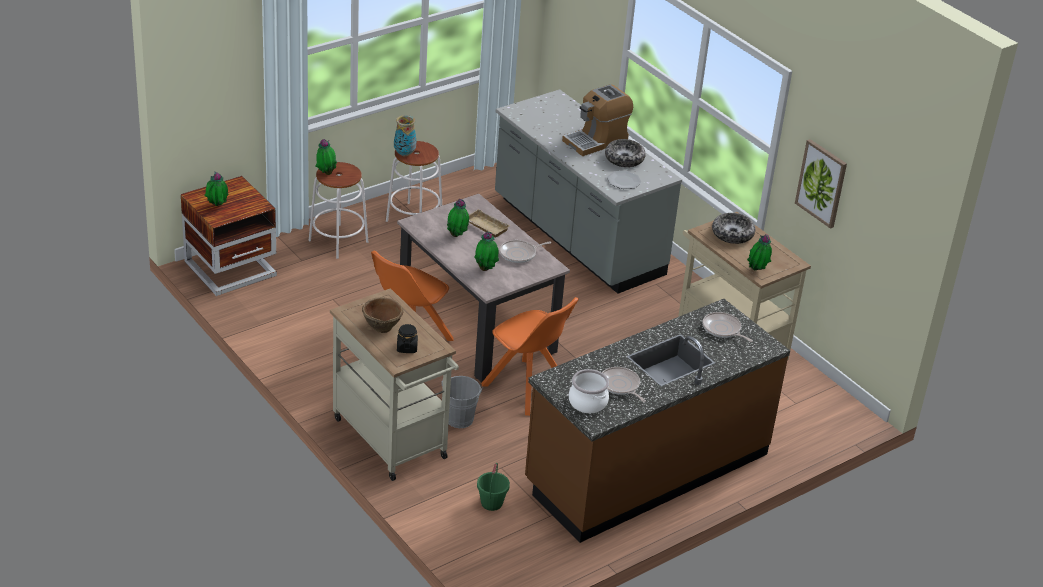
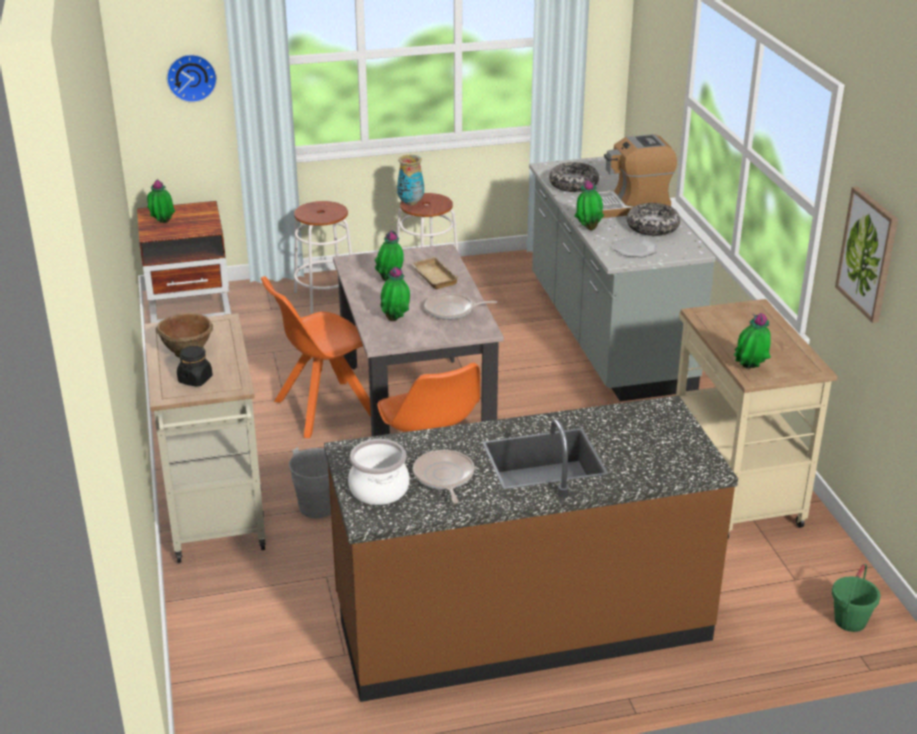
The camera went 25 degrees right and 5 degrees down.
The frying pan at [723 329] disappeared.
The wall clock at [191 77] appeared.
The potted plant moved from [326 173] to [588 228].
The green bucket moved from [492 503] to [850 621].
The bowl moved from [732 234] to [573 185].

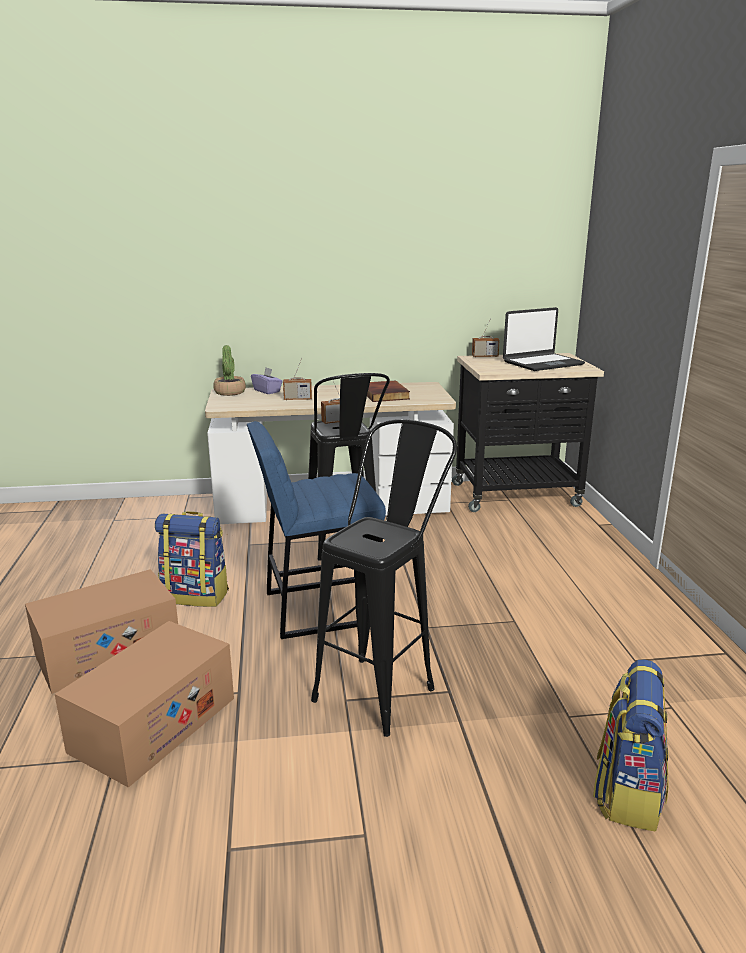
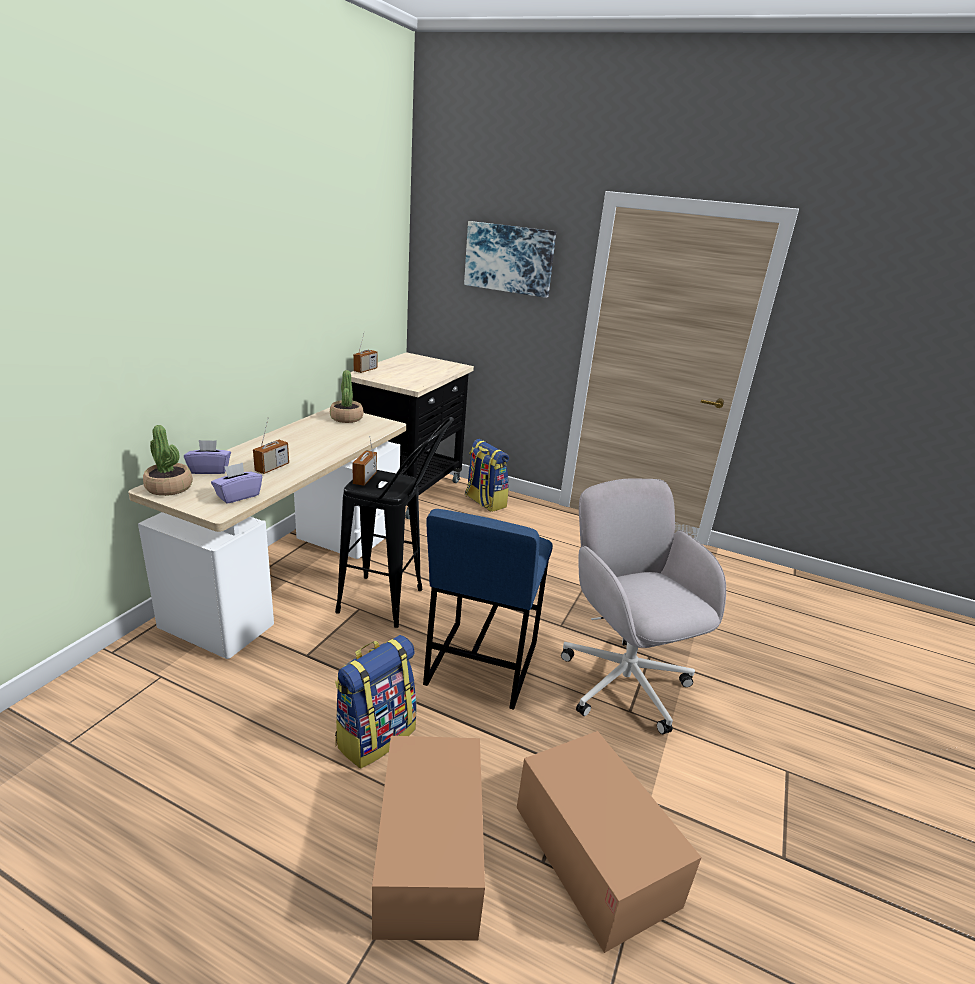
The camera went 60 degrees left and 5 degrees up.
The book at [385 394] disappeared.
The laptop at [542 363] disappeared.
The purple tissue box at [238 496] appeared.
The potted plant at [346 418] appeared.
The picture at [509 258] appeared.
The backpack moved from [627 792] to [484 502].
The black stool at [384 685] was replaced by the grey office chair at [623 683].

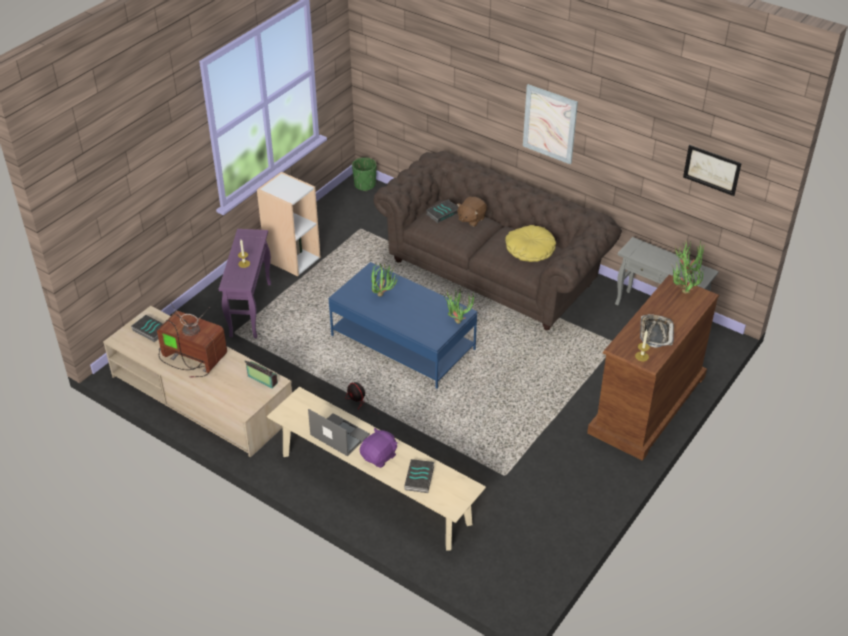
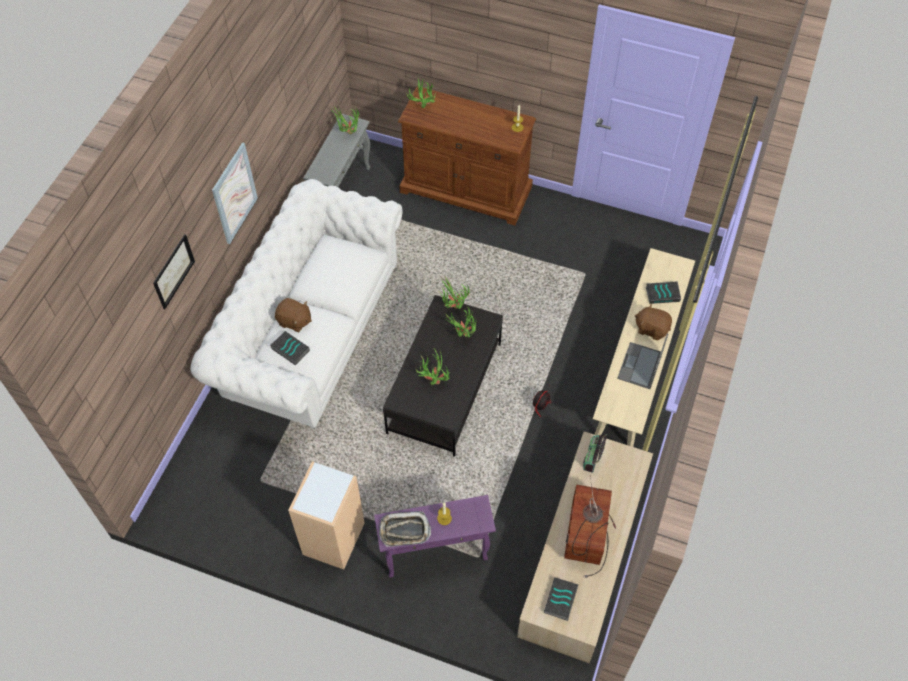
The camera went 105 degrees left and 15 degrees up.
The green planter at [365 185] disappeared.
The yellow pillow at [530 250] disappeared.
The potted plant at [463 336] appeared.
The tray moved from [655 333] to [404 531].
The picture moved from [712 170] to [173 271].
The blue coffee table at [403 342] became the black coffee table at [444 388].
The purple plush toy at [379 456] became the brown plush toy at [652 328].
The brown sofa at [494 270] became the white sofa at [308 331].

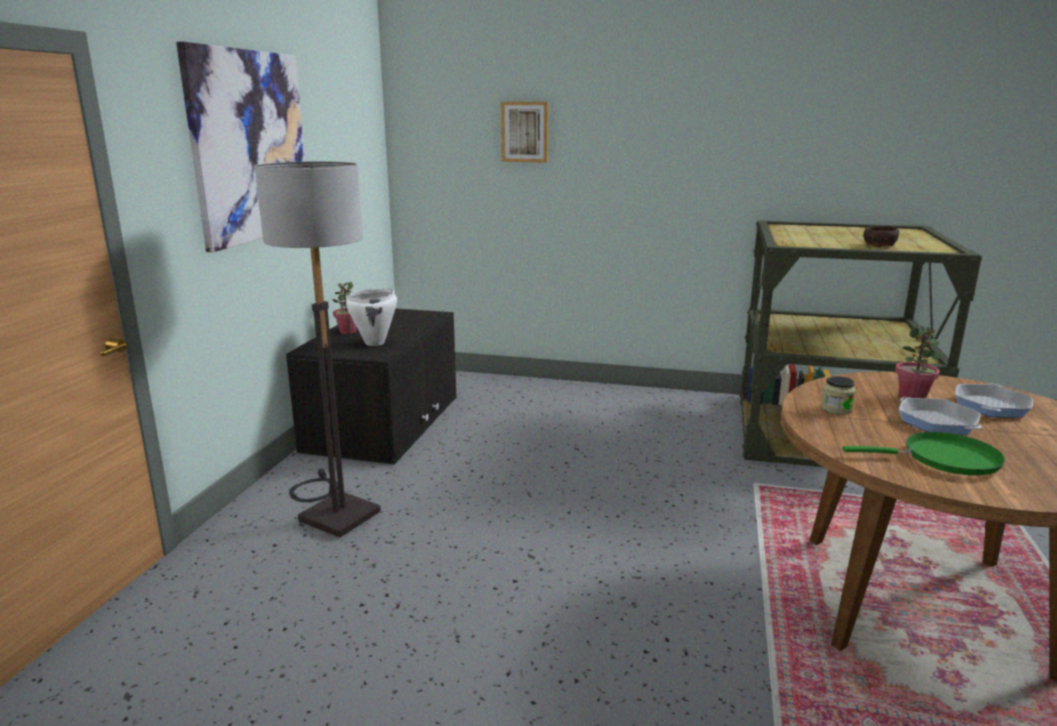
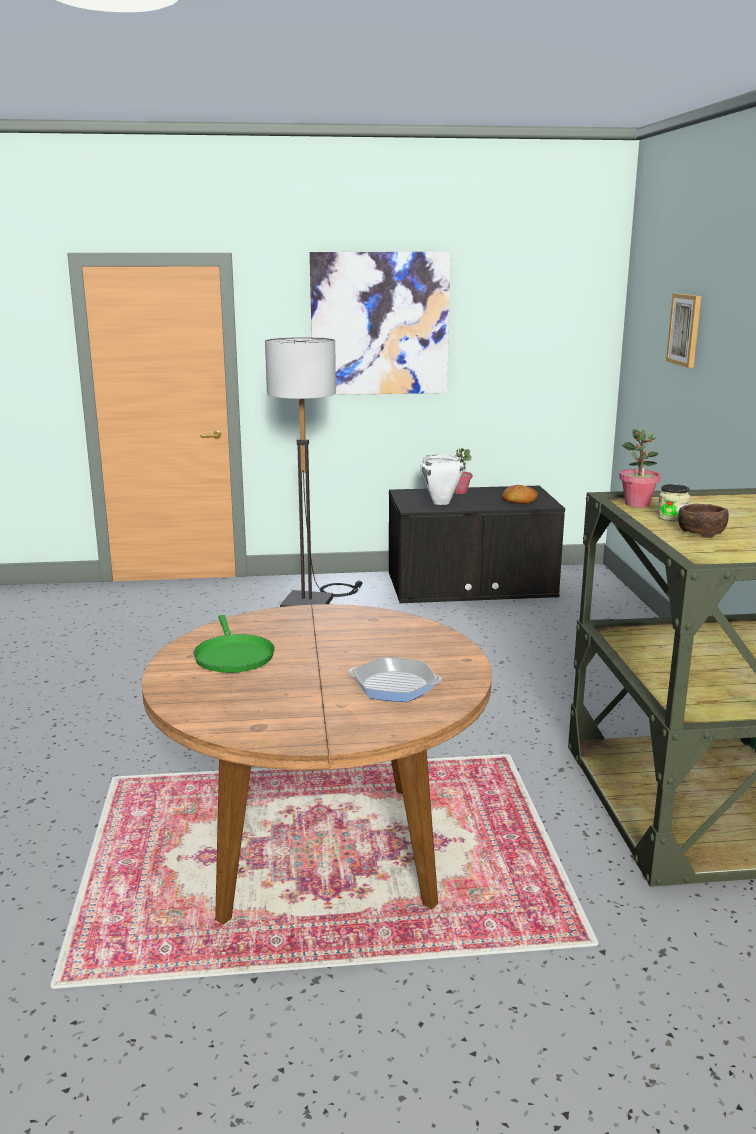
The camera went 70 degrees right and 0 degrees up.
The frying pan at [937 422] disappeared.
The bread at [519 501] appeared.
The jar moved from [836 409] to [672 517].
The potted plant moved from [912 397] to [637 504].

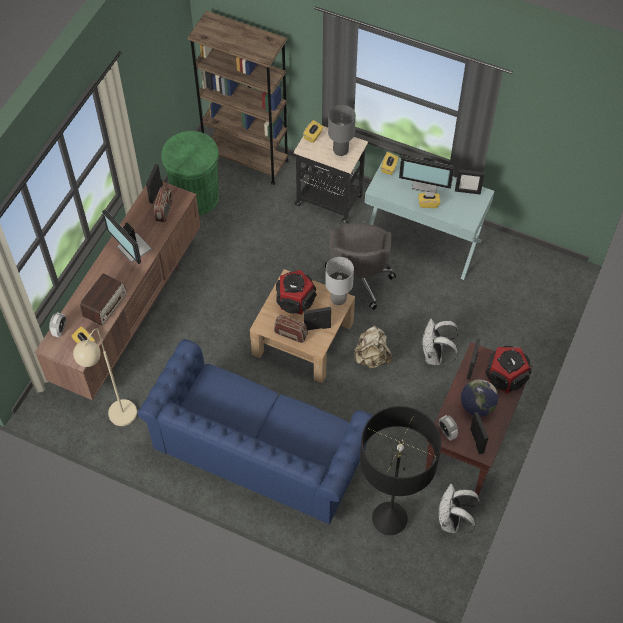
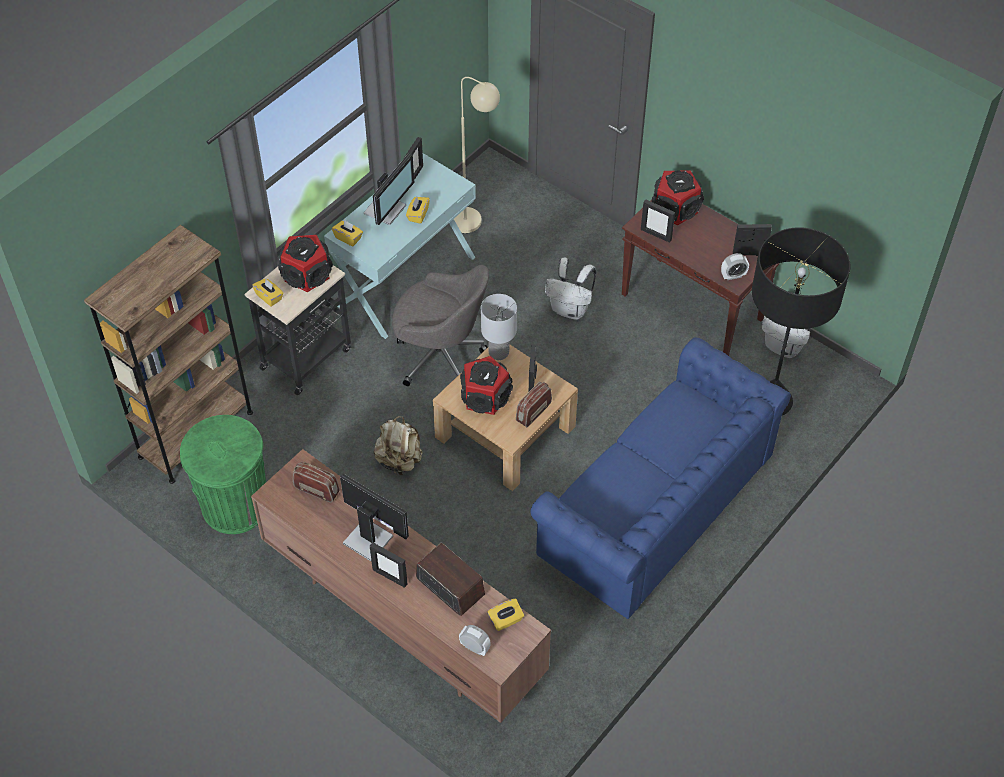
The camera went 75 degrees left and 5 degrees down.
The globe at [477 406] disappeared.
The beige floor lamp moved from [119 421] to [473 226].
The picture frame moved from [156 193] to [390 576].
The beige backpack moved from [372 357] to [399 460].
The grey table lamp at [340 151] was replaced by the speaker at [307 275].
The monitor at [133 249] turned 120 degrees counterclockwise.

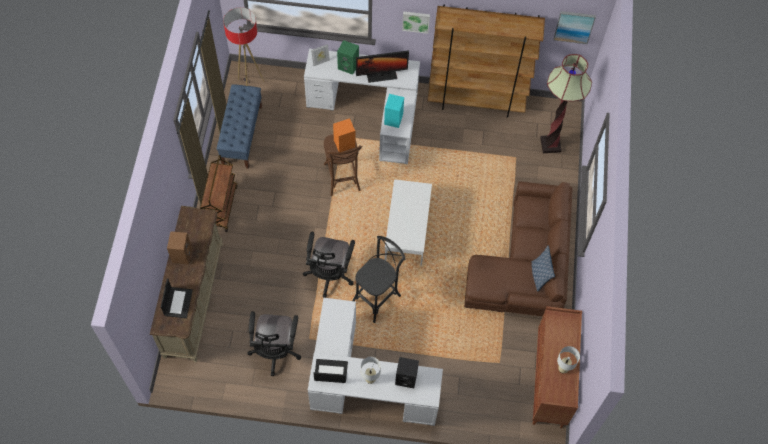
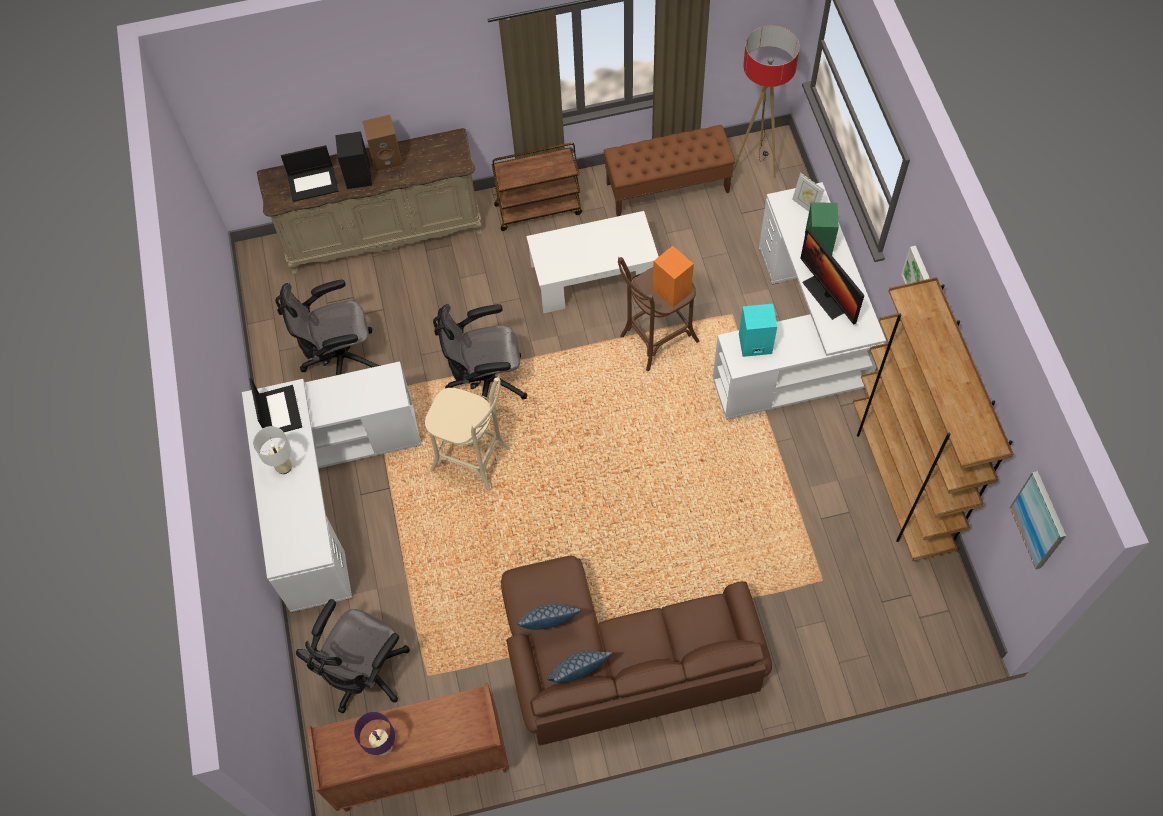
The camera went 75 degrees right and 0 degrees up.
The floor lamp at [550 145] disappeared.
The office chair at [366 671] appeared.
The pillow at [549 625] appeared.
The white coffee table moved from [407 230] to [593 277].
The black speaker moved from [406 378] to [359 176].
The blue bench at [242 135] became the brown bench at [668 187].
The black stool at [378 297] became the beige stool at [474 461].
The white table lamp at [563 368] became the purple table lamp at [384 746].

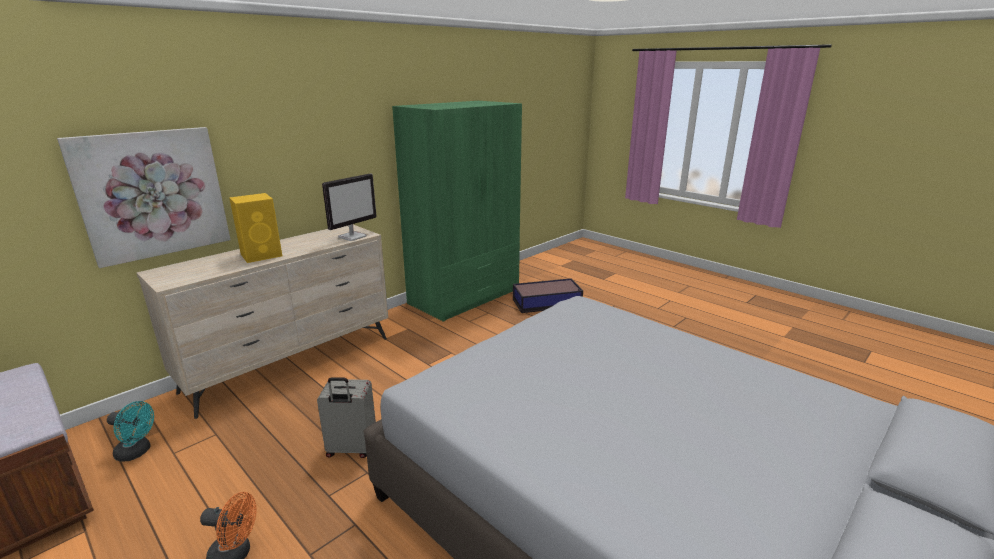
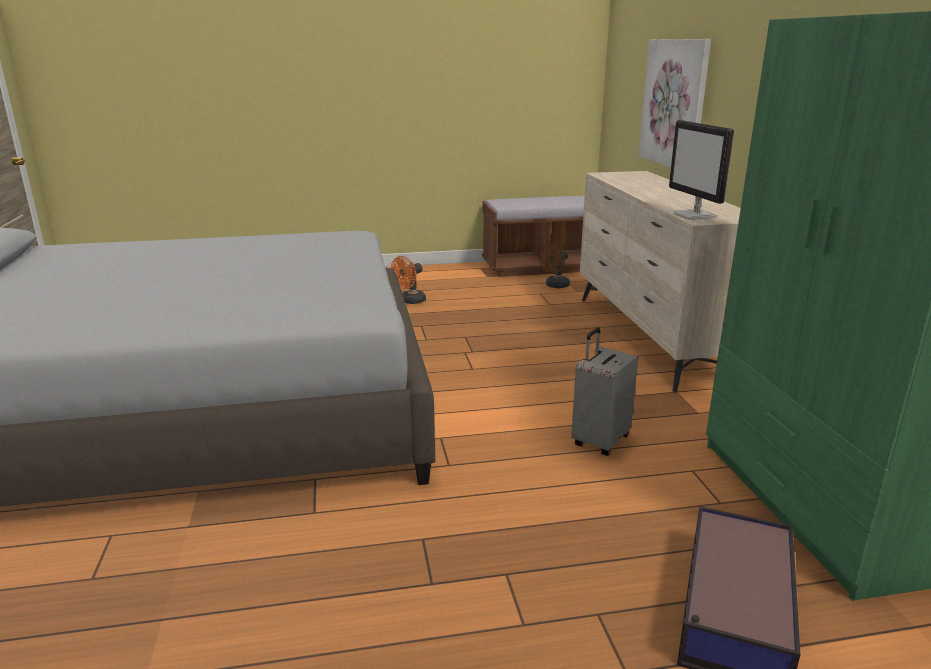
The camera went 125 degrees right and 0 degrees up.
The yellow speaker at [262 255] disappeared.
The grey suitcase moved from [351 449] to [599 441].
The turquoise fan at [137 452] became the brown fan at [554 286].

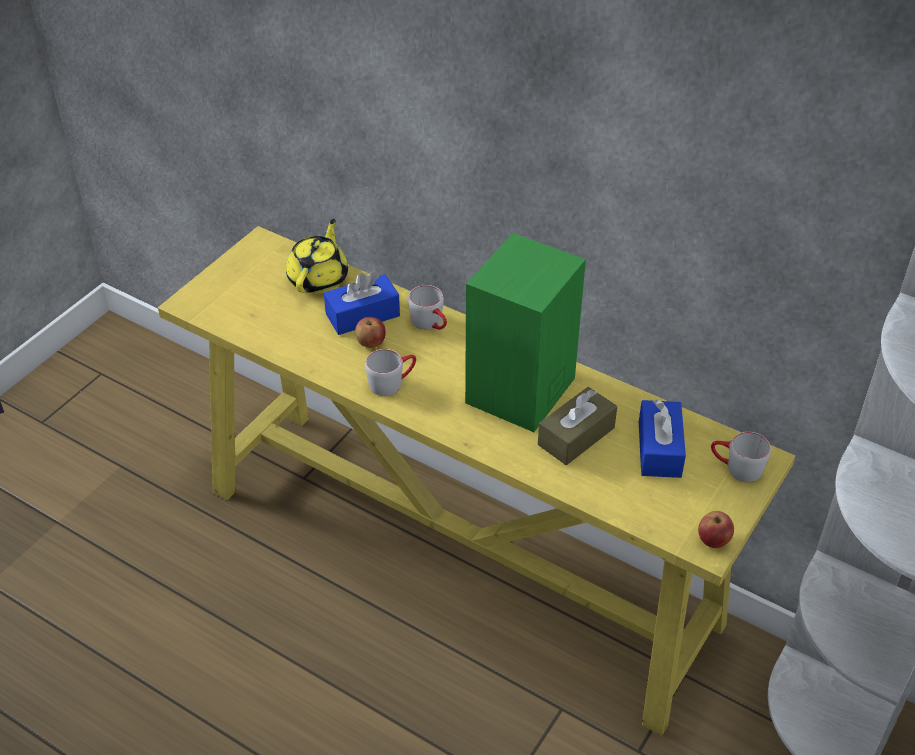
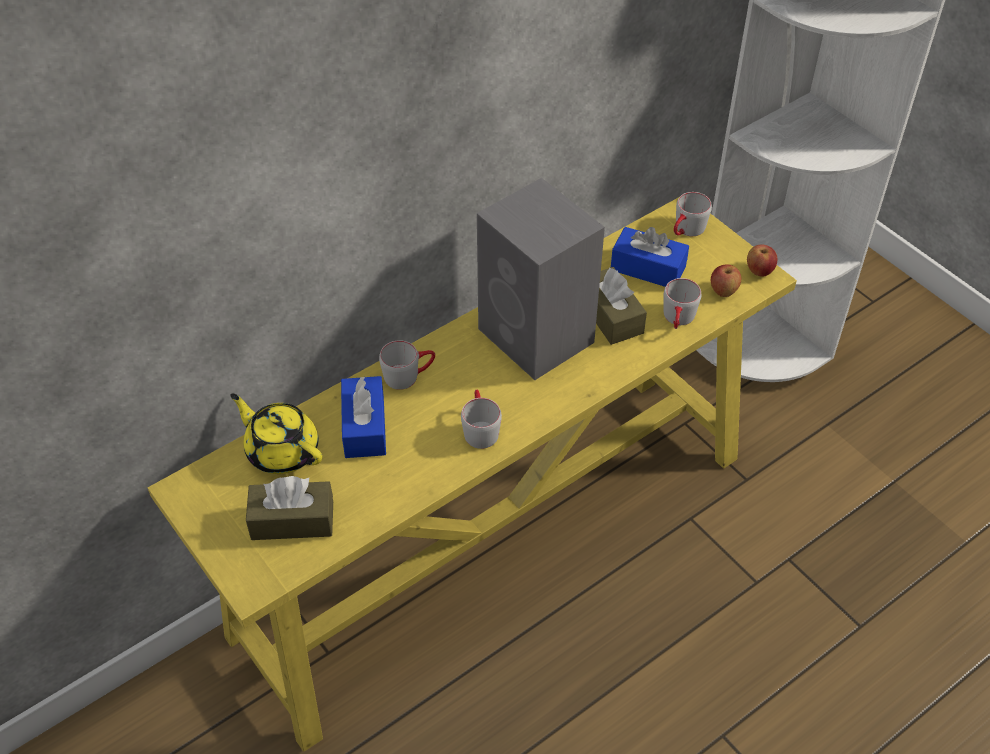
The camera went 70 degrees left and 5 degrees up.
The brown tissue box at [292 520] appeared.
The grey mug at [678 320] appeared.
The apple moved from [371 343] to [723 291].
The green speaker at [519 392] became the grey speaker at [537 337].

